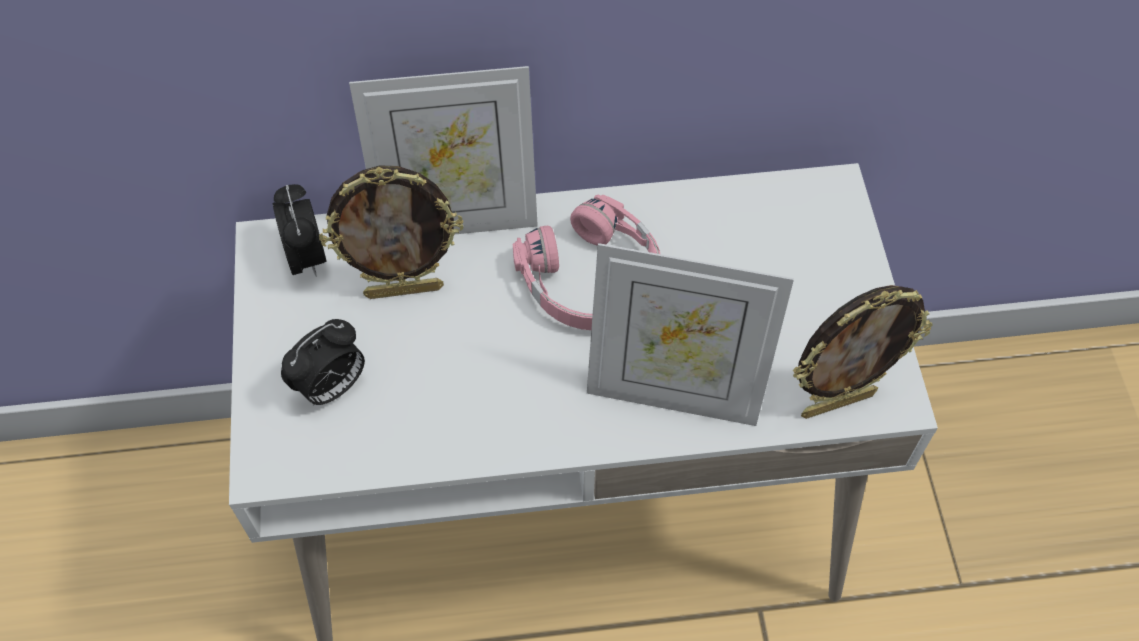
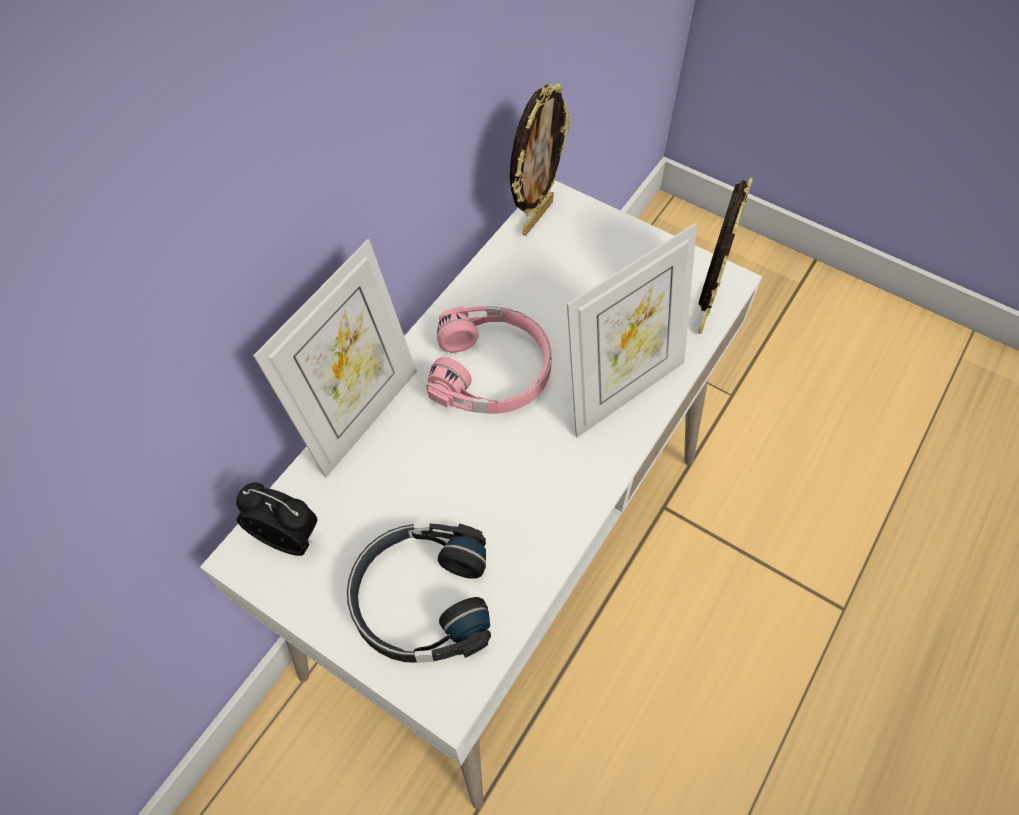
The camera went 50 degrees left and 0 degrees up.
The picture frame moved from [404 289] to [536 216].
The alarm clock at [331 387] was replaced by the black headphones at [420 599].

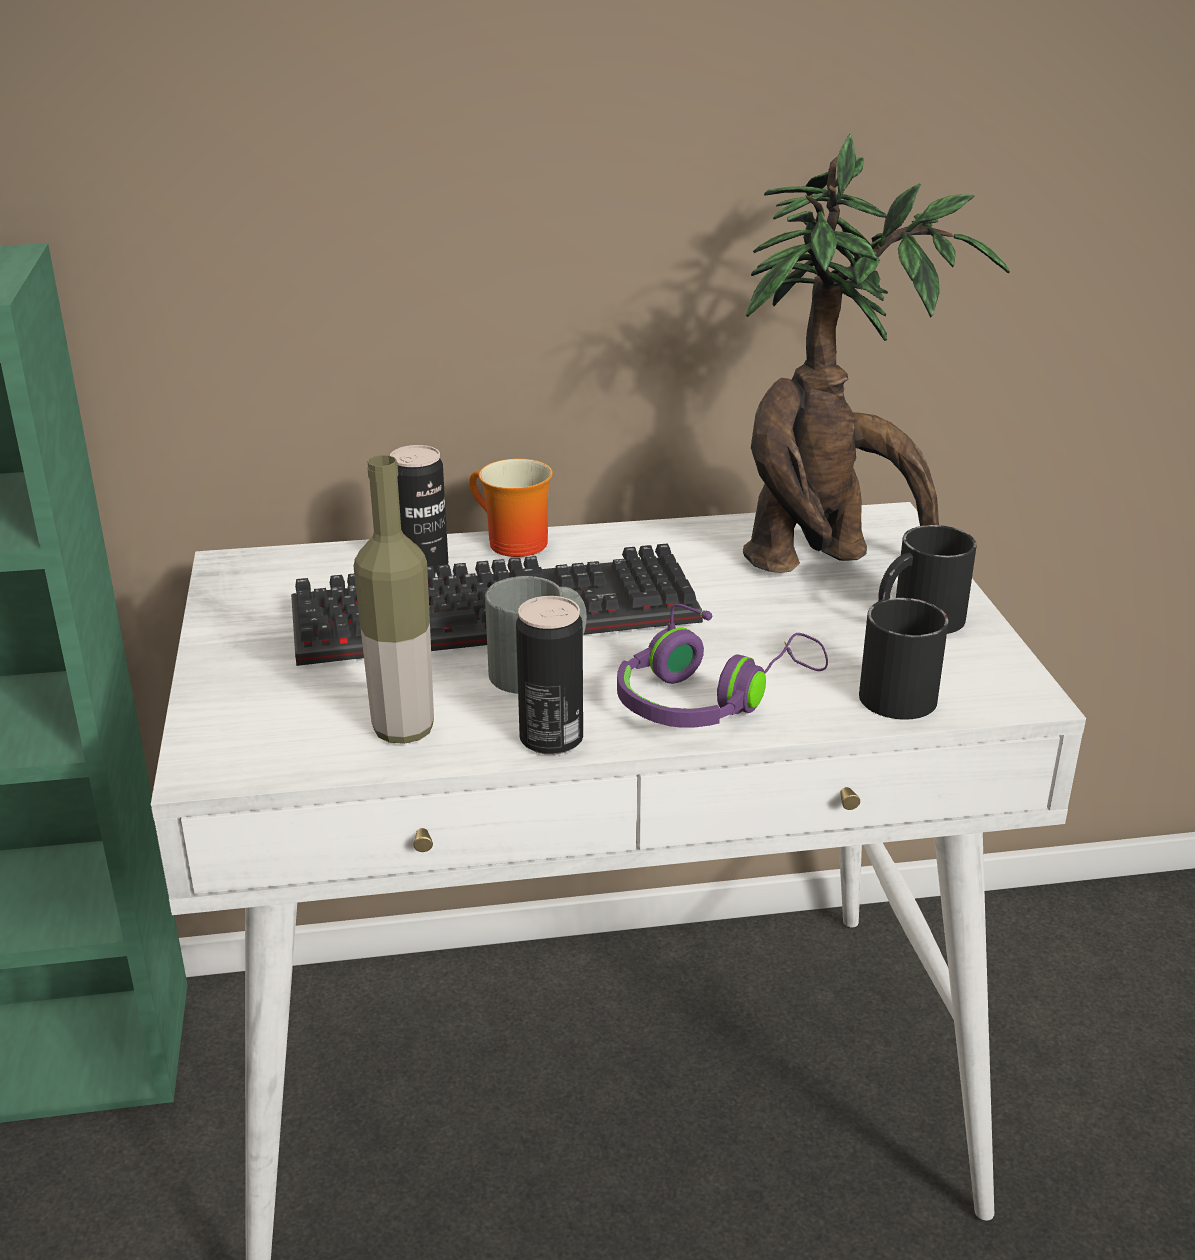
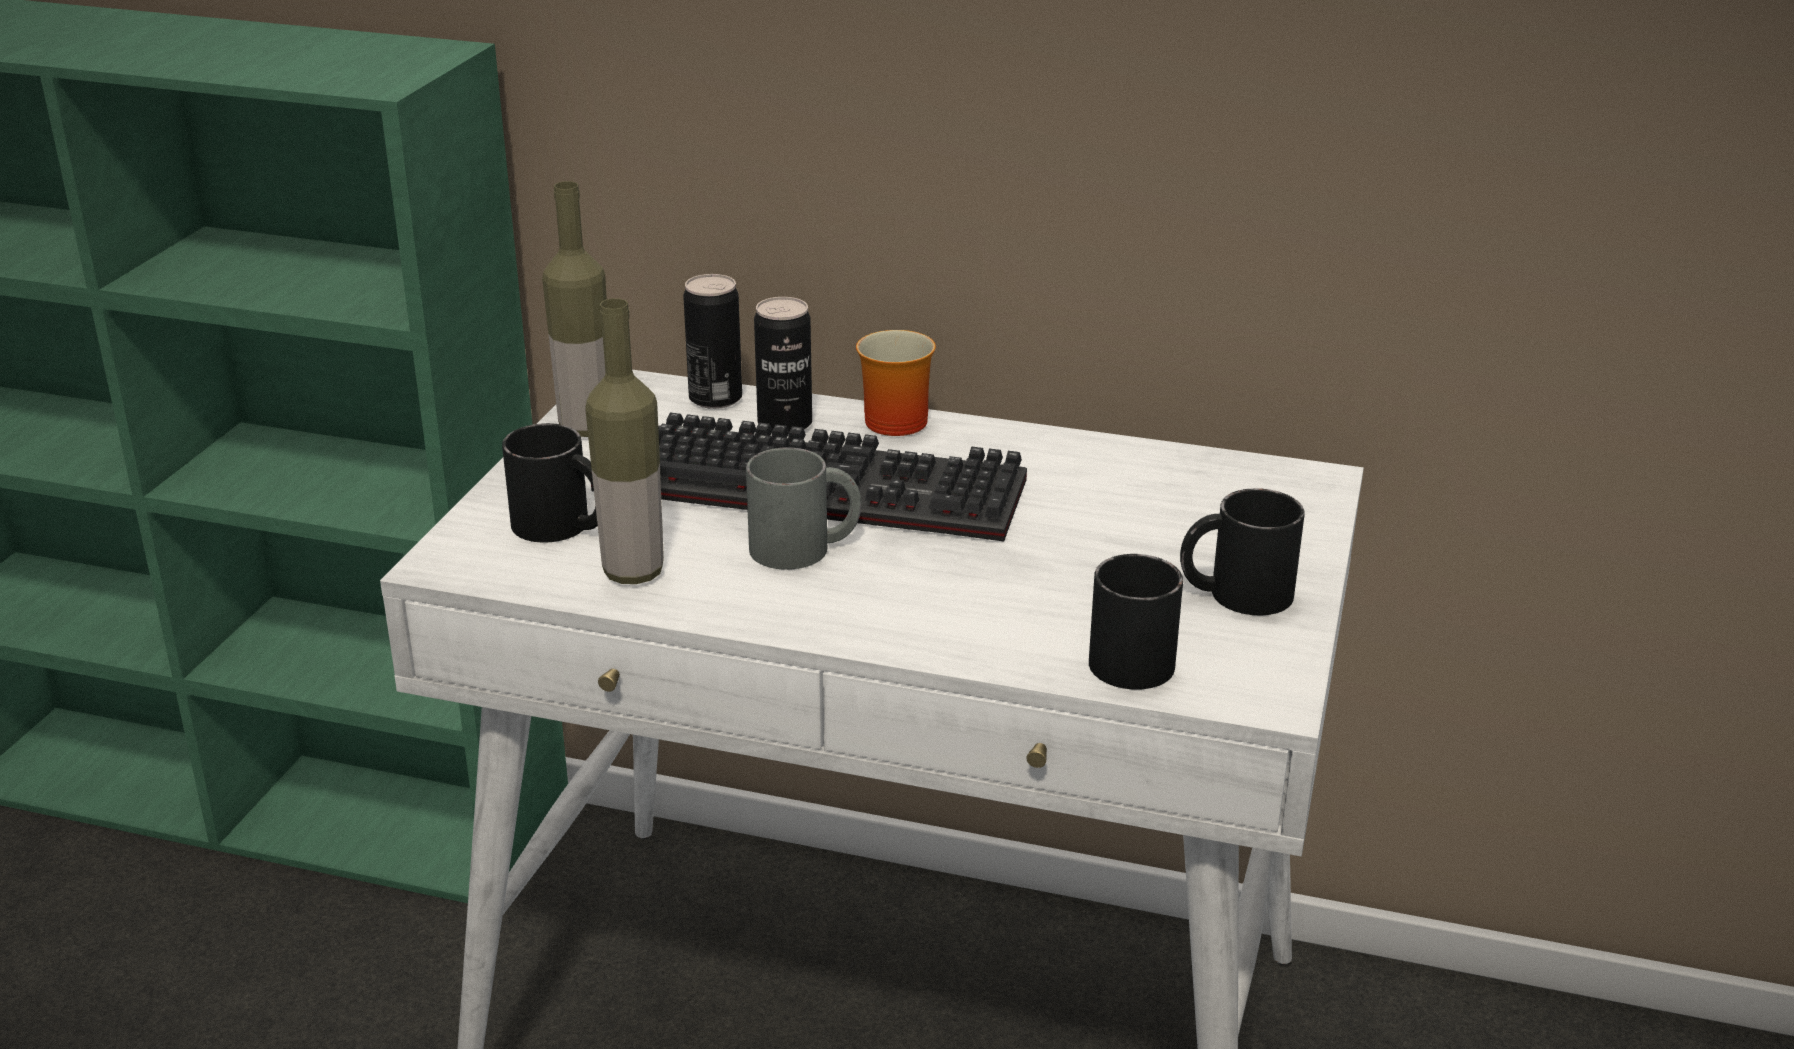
The camera went 25 degrees right and 0 degrees up.
The purple headphones at [709 699] disappeared.
The potted plant at [824 559] disappeared.
The black mug at [563 527] appeared.
The bottle at [586 428] appeared.
The can moved from [551 739] to [715 398].

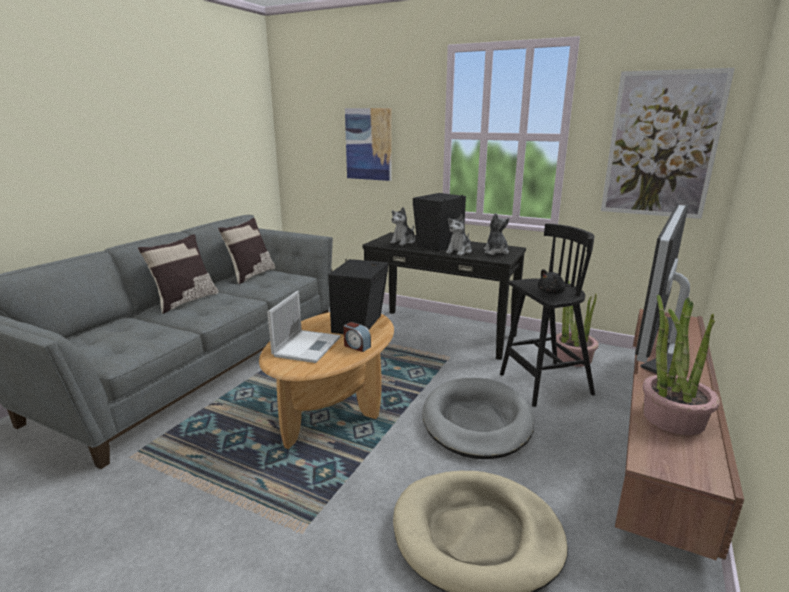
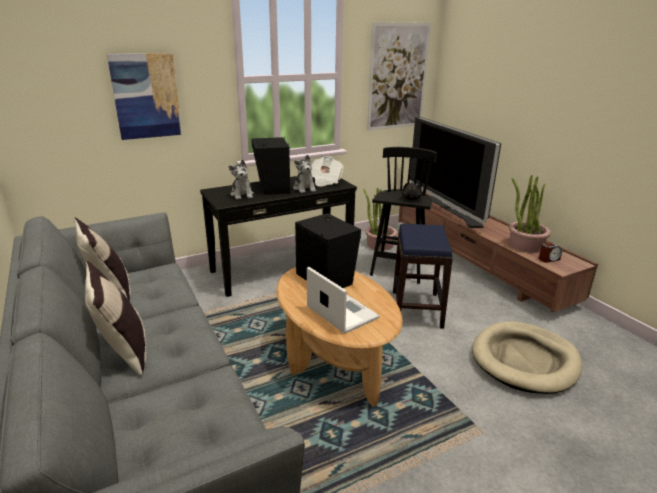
The camera went 55 degrees left and 5 degrees up.
The alarm clock moved from [356 346] to [548 259].
The grey dog bed at [476 421] was replaced by the stool at [416 309].
The plush toy at [496 252] was replaced by the newspaper at [325 181].

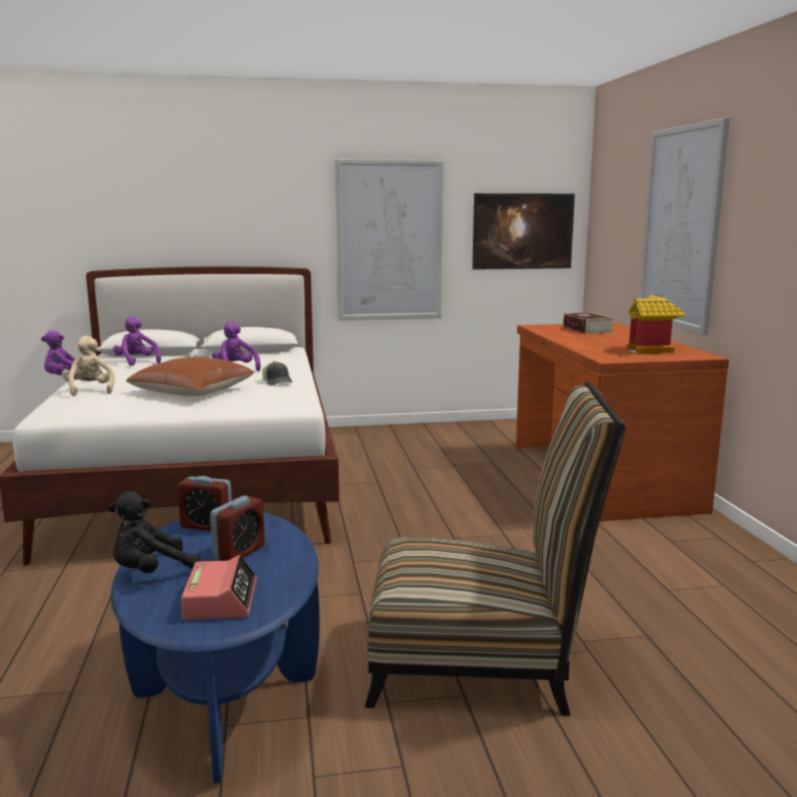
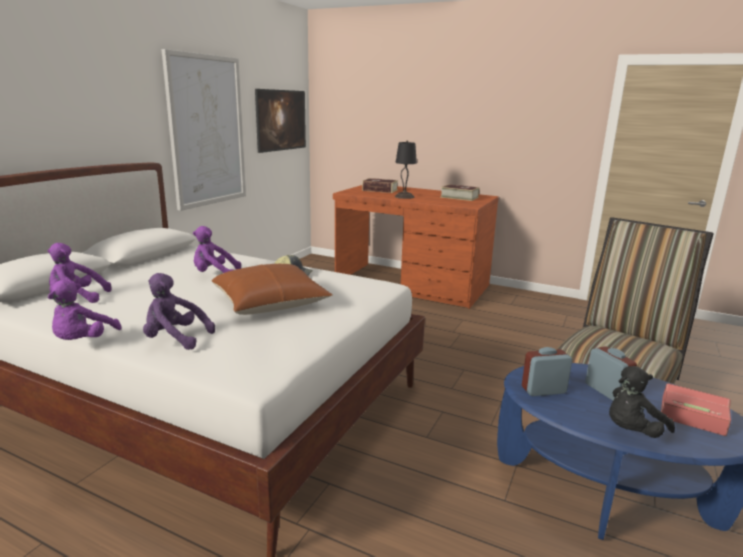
The camera went 55 degrees left and 5 degrees up.
The picture at [681 228] disappeared.
The black table lamp at [404 197] appeared.
The toy house at [652 350] was replaced by the book at [459 197].
The beige plush toy at [90 390] became the purple plush toy at [175 339].
The black plush toy at [152 572] turned 60 degrees clockwise.
The alarm clock at [206 526] turned 150 degrees counterclockwise.

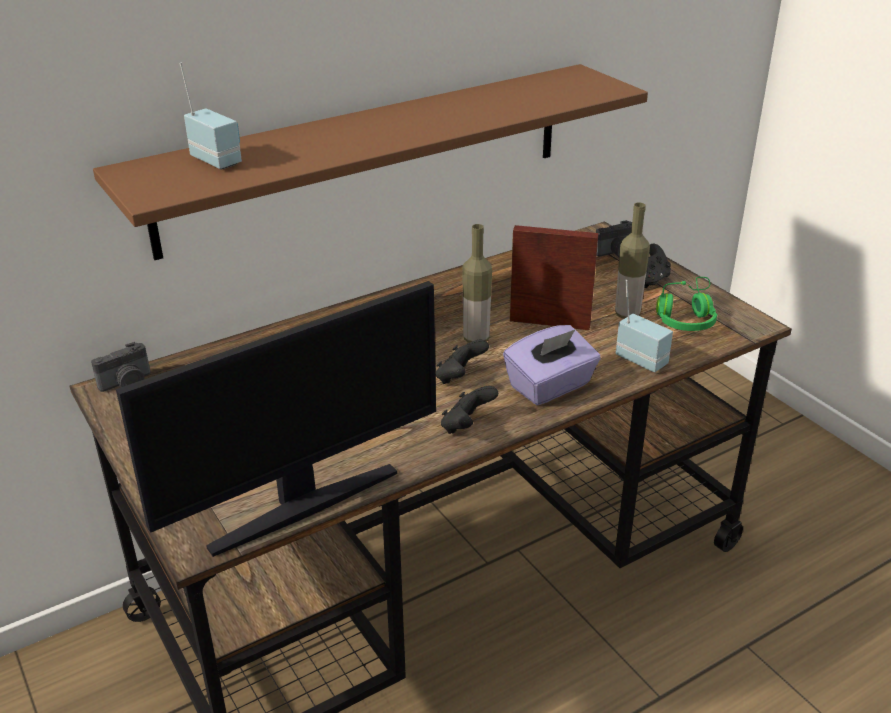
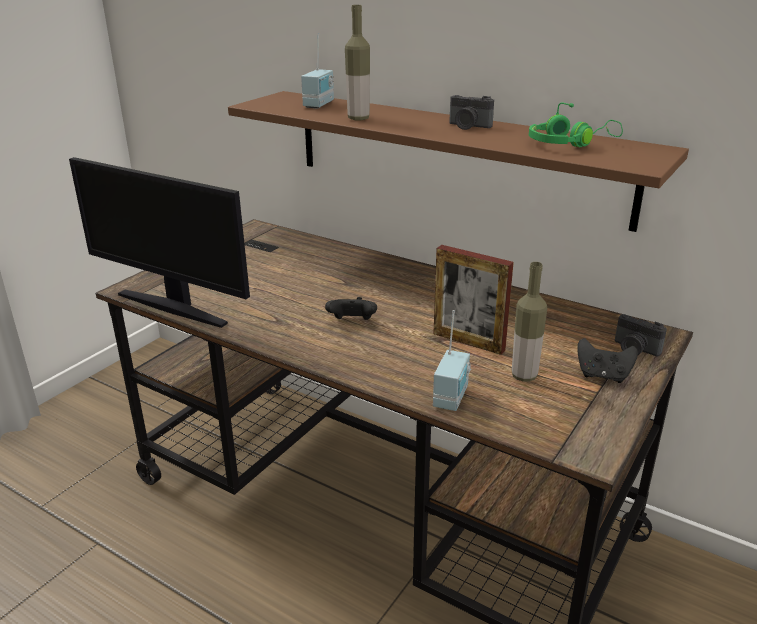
The camera went 65 degrees right and 5 degrees down.
The black game controller at [466 426] disappeared.
The purple tissue box at [550 386] disappeared.
The photo camera moved from [127 384] to [468 126].
The bottle moved from [476 339] to [358 118].
The green headphones moved from [686 316] to [568 143].
The picture frame at [549 322] turned 135 degrees clockwise.

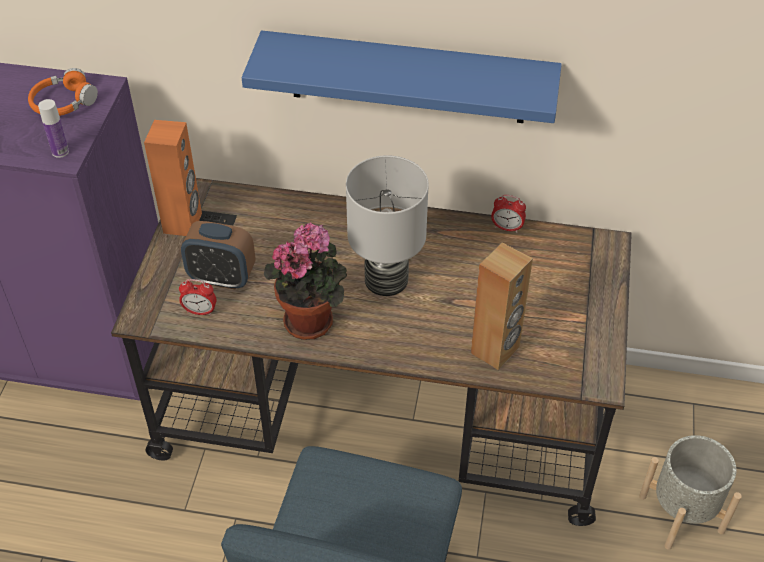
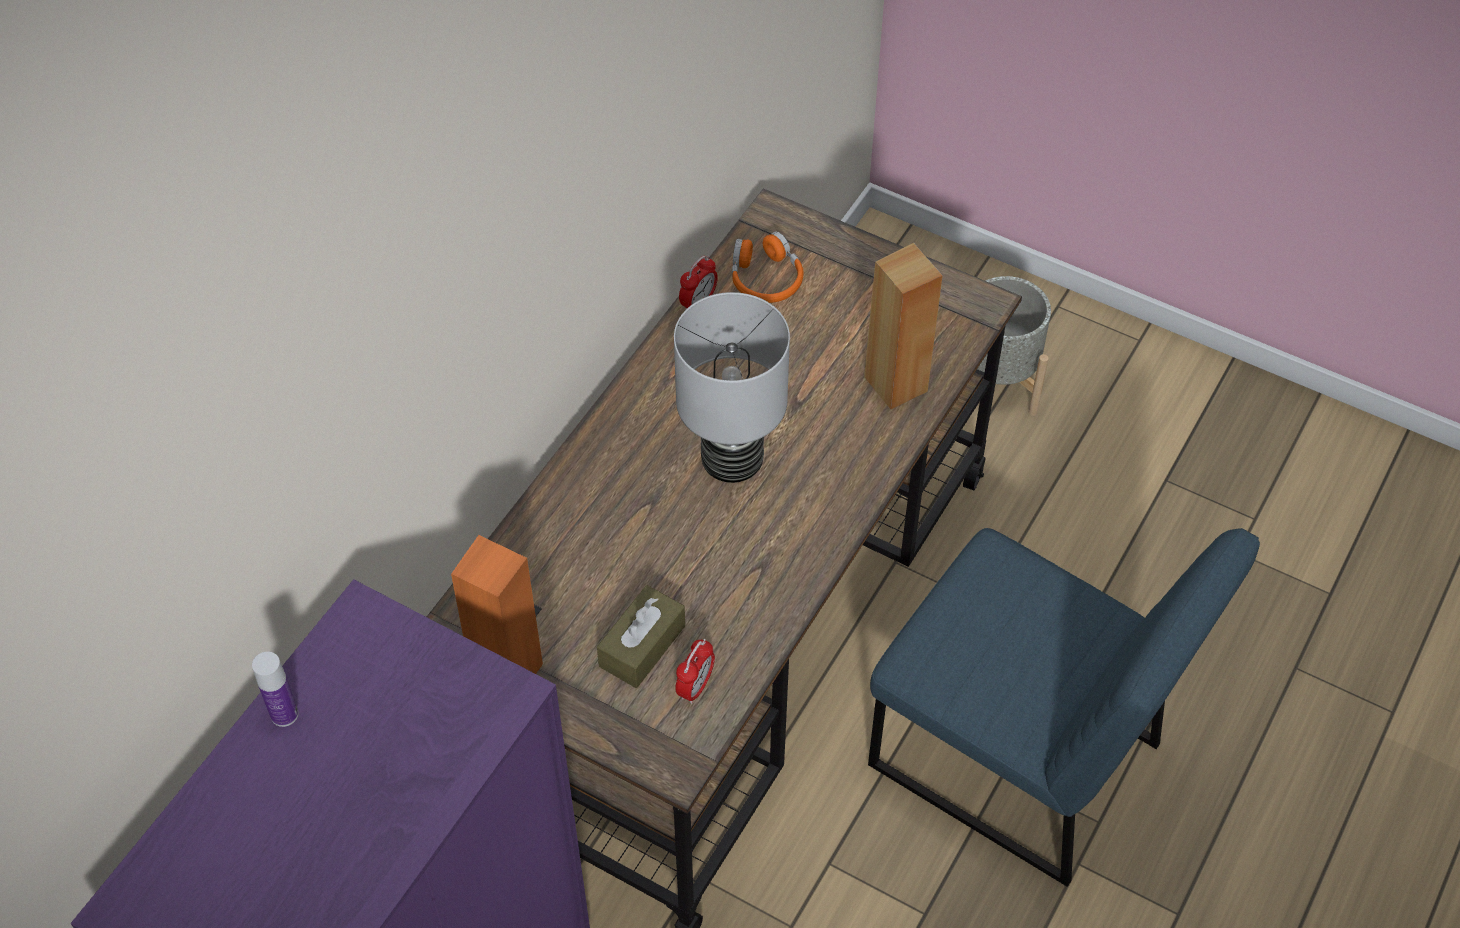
The camera went 70 degrees left and 5 degrees up.
The blue shelf at [408 78] disappeared.
The potted plant at [312 319] disappeared.
The orange headphones moved from [63 103] to [765 278].
The bottle moved from [60 152] to [284 714].
The alarm clock at [222 277] was replaced by the brown tissue box at [642 646].

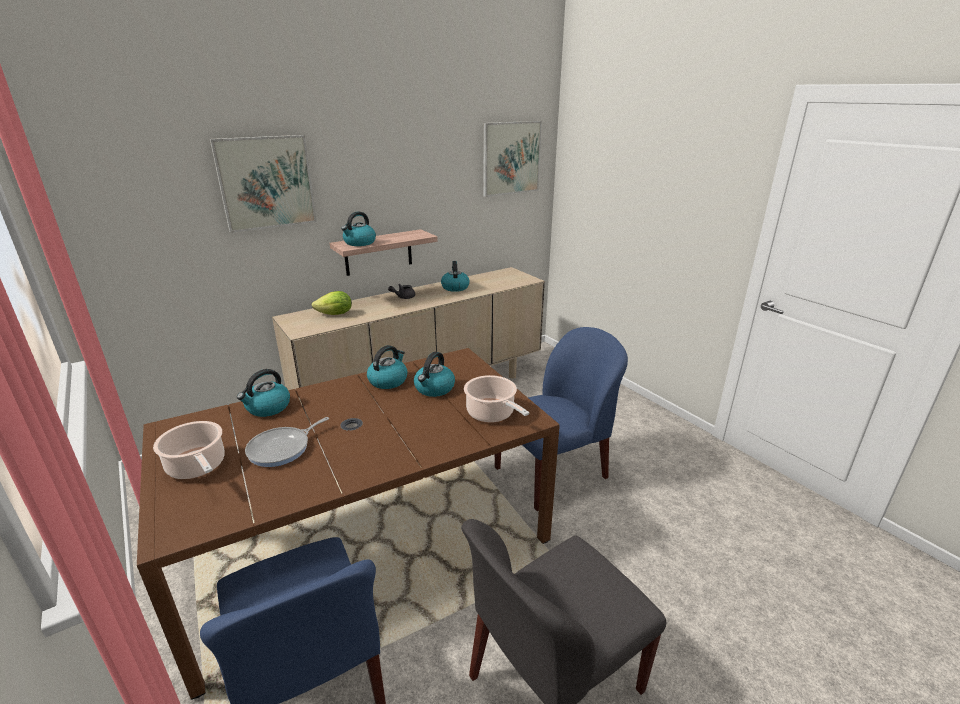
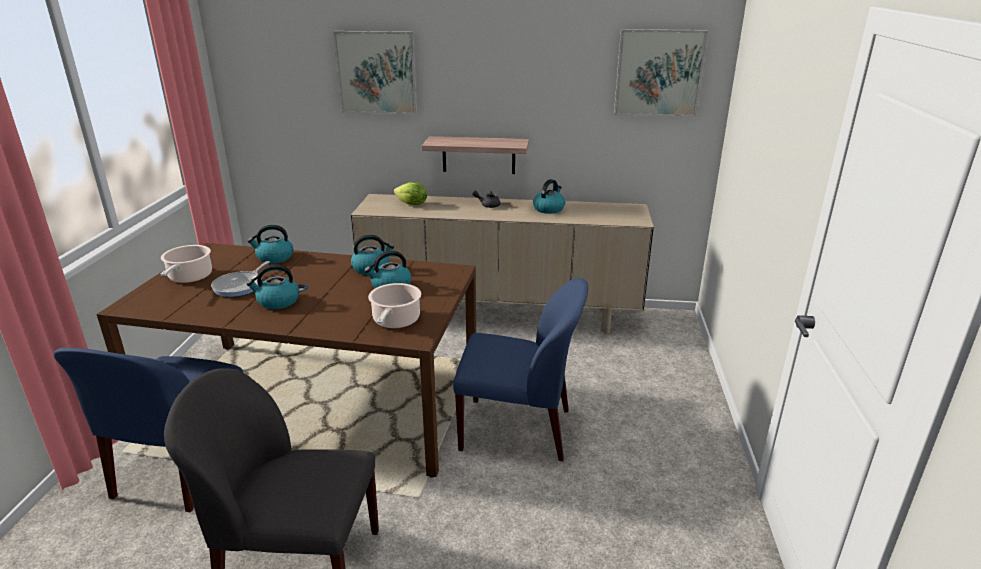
The camera went 40 degrees right and 0 degrees up.
The kettle moved from [359 243] to [277 301].
The frying pan at [282 449] turned 60 degrees counterclockwise.

